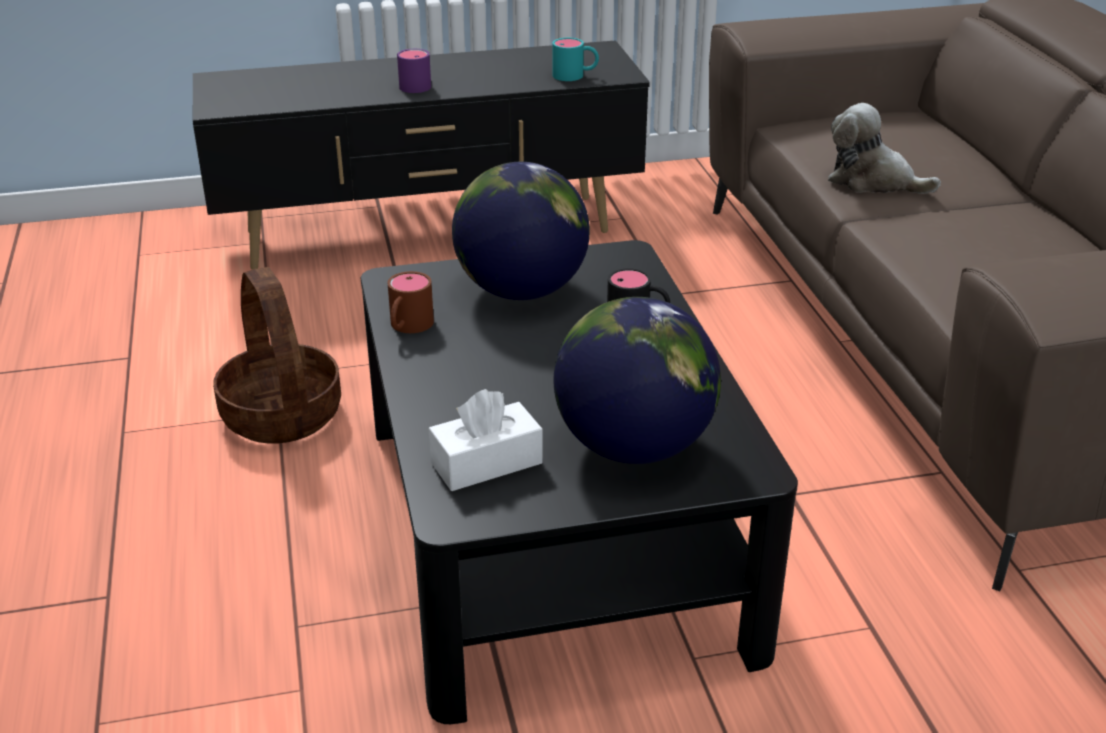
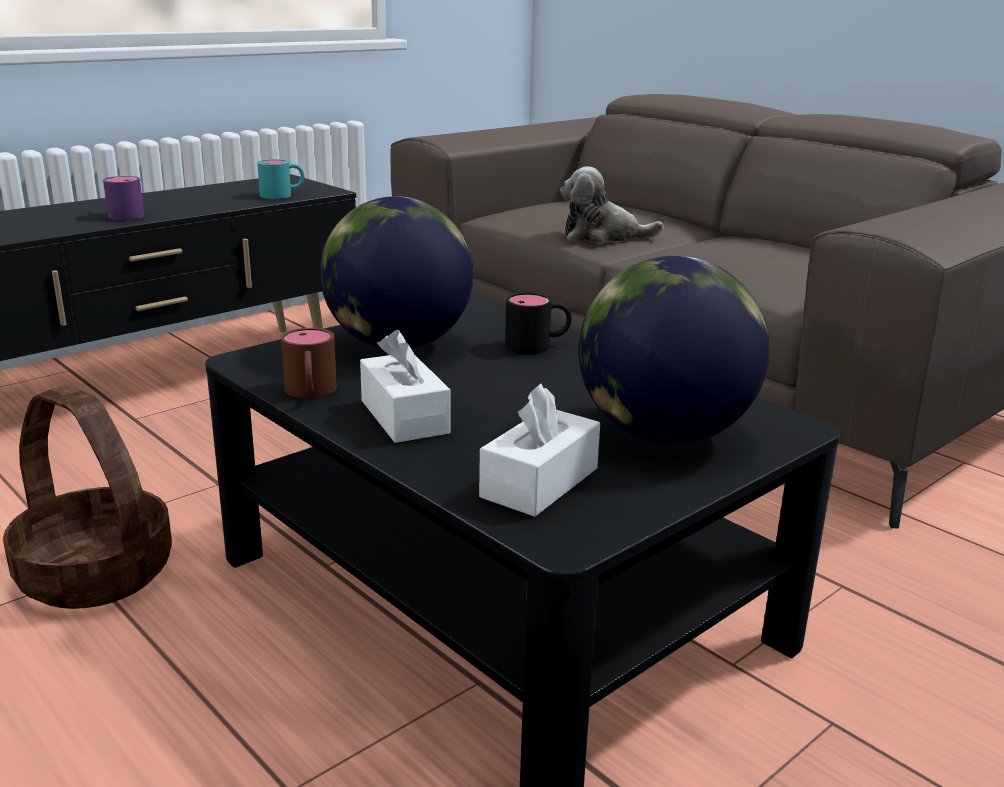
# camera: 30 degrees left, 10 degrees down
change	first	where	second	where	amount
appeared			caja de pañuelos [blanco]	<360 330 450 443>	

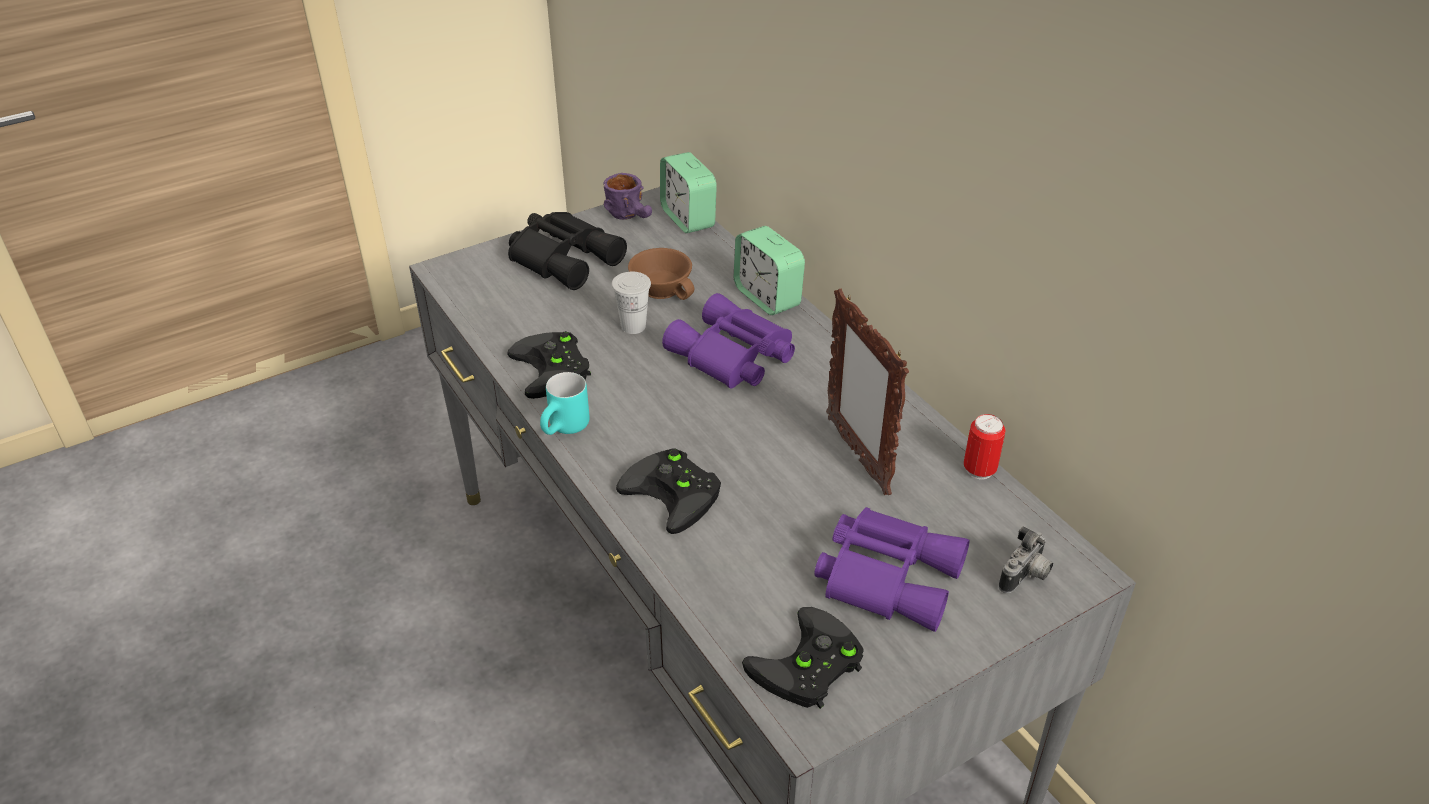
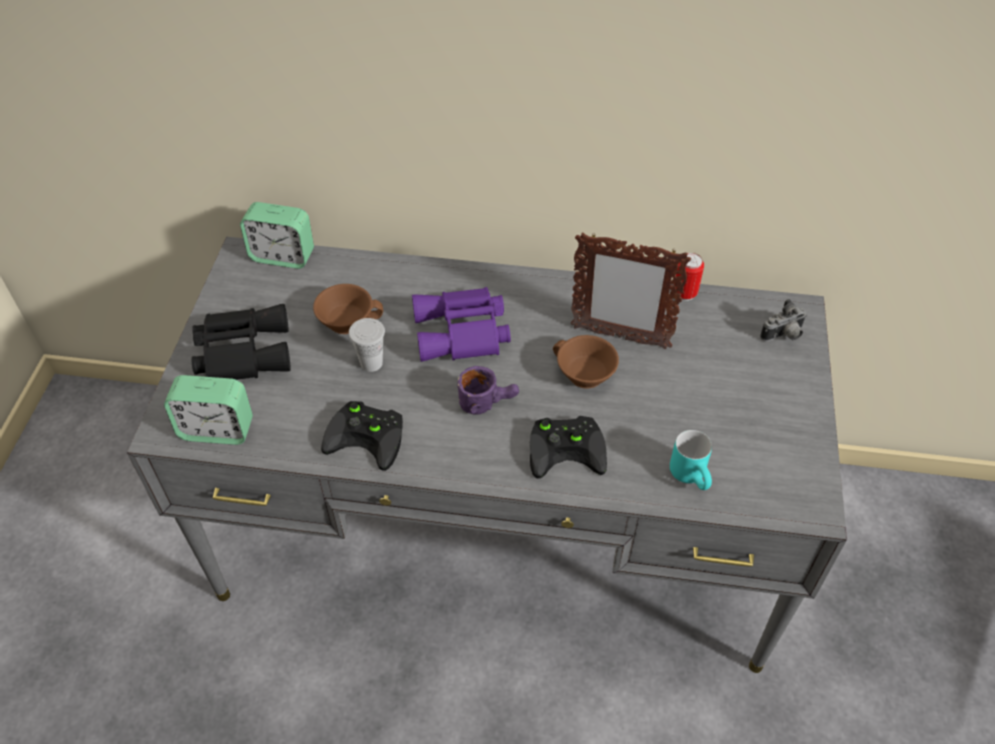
# camera: 50 degrees left, 10 degrees up
change	first	where	second	where	amount
relocated	taza grande [morado]	<604 173 652 220>		<457 366 519 415>	
relocated	despertador	<734 226 805 315>		<164 375 253 445>	
relocated	taza grande [turquesa]	<540 372 590 435>		<670 430 712 490>	
missing	prismáticos [morado]	<814 507 970 632>			
spun	cámara	<999 526 1053 593>		<760 299 807 341>	75 degrees clockwise
missing	mando de consola [negro]	<742 607 864 709>			
appeared			taza [marrón]	<553 335 619 389>	

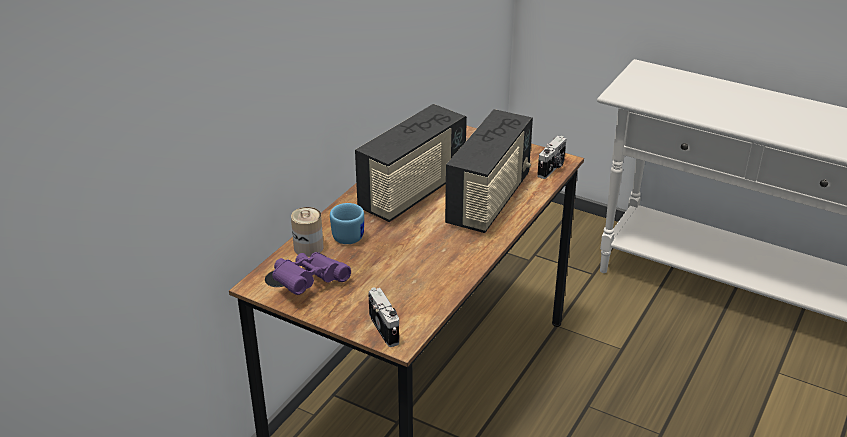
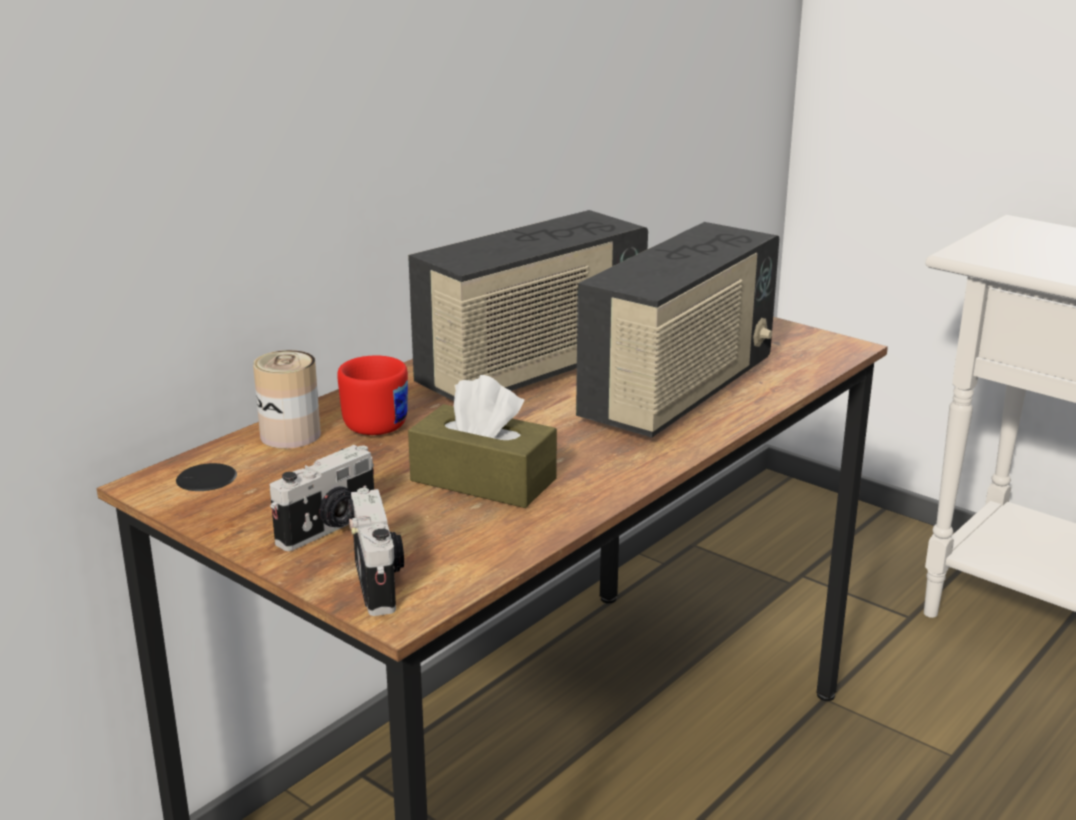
# camera: 10 degrees right, 10 degrees down
change	first	where	second	where	amount
relocated	cámara	<537 136 566 179>		<270 445 374 551>	
colour	taza grande [azul]	<330 203 364 244>	taza grande [rojo]	<337 355 408 435>	
missing	prismáticos [morado]	<272 252 351 295>			
appeared			caja de pañuelos [marrón]	<408 375 557 508>	

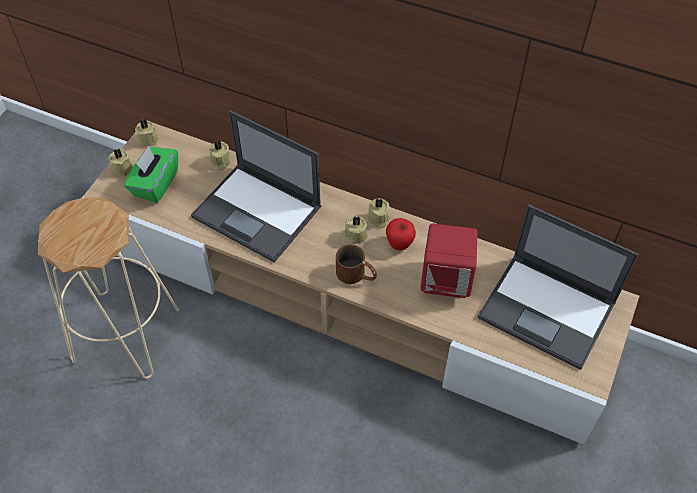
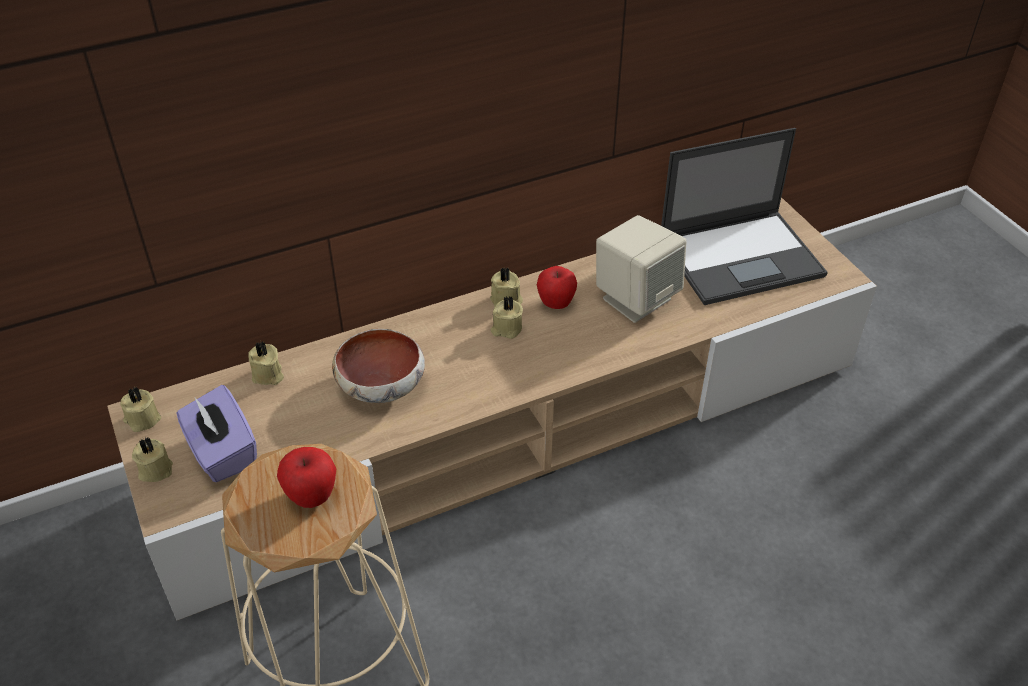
# camera: 50 degrees left, 10 degrees down
change	first	where	second	where	amount
exchanged	portátil	<191 111 321 263>	cuenco	<332 329 425 403>	
colour	caja de pañuelos [verde]	<124 146 178 203>	caja de pañuelos [morado]	<176 385 257 482>	
colour	altavoz [rojo]	<421 223 477 298>	altavoz [beis]	<596 215 687 323>	
missing	taza grande [marrón]	<336 244 377 284>			
appeared			manzana	<277 447 336 508>	

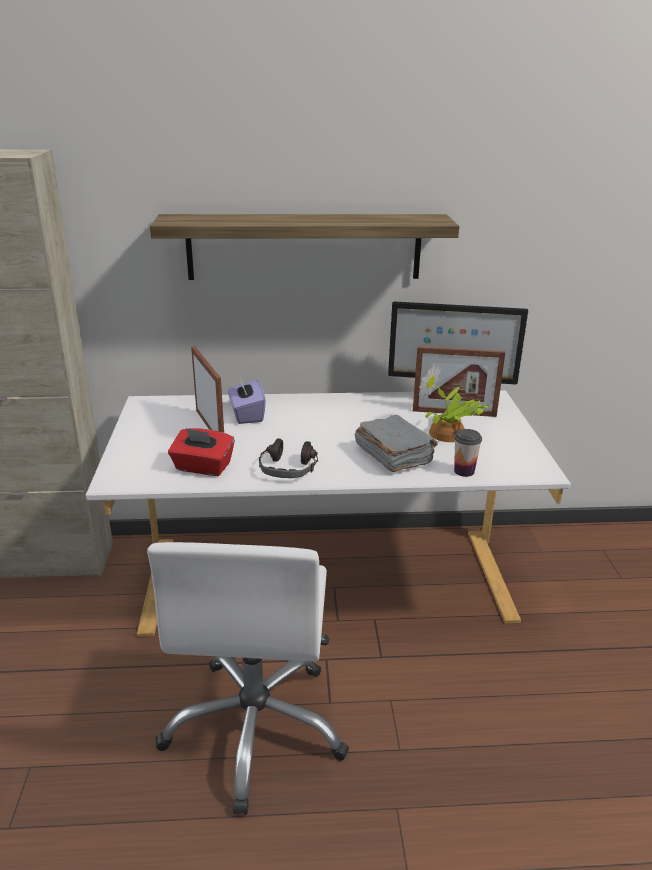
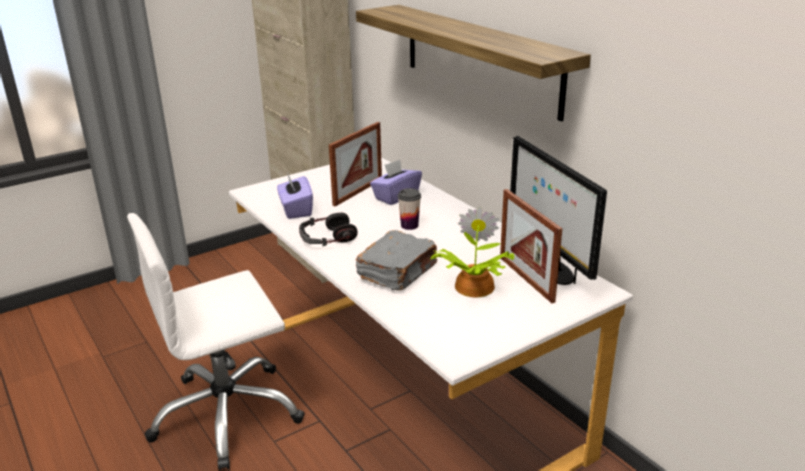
# camera: 60 degrees right, 0 degrees up
change	first	where	second	where	amount
colour	caja de pañuelos [rojo]	<168 428 235 476>	caja de pañuelos [morado]	<277 172 313 219>	
relocated	taza	<454 429 482 477>		<398 188 421 230>	

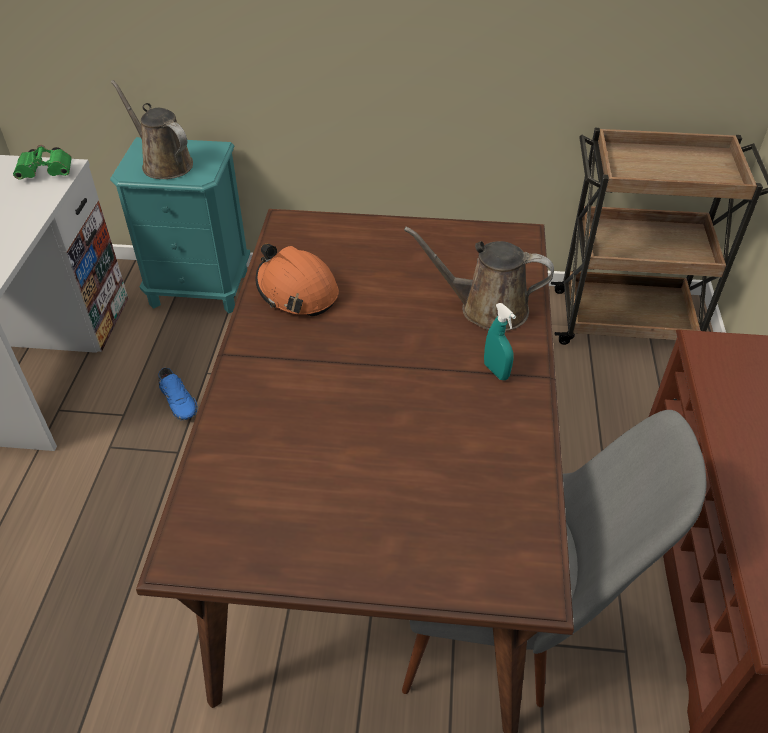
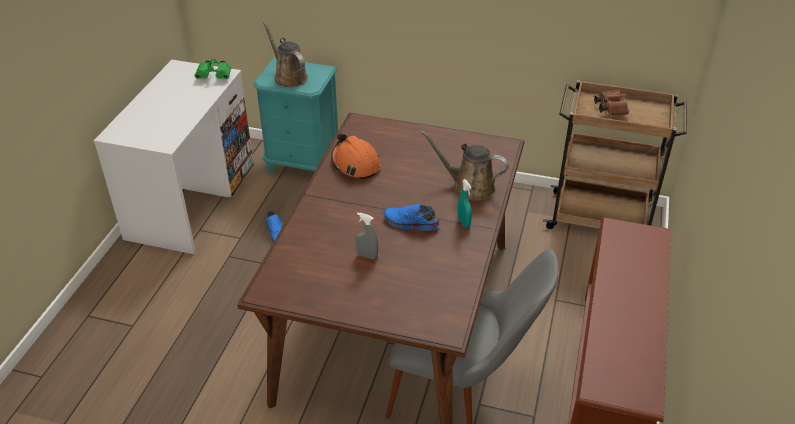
# camera: 10 degrees right, 5 degrees down
change	first	where	second	where	amount
appeared			prismáticos [marrón]	<594 90 629 115>	
appeared			zapato [azul]	<383 203 440 231>	
appeared			pulverizador [gris]	<355 213 378 259>	

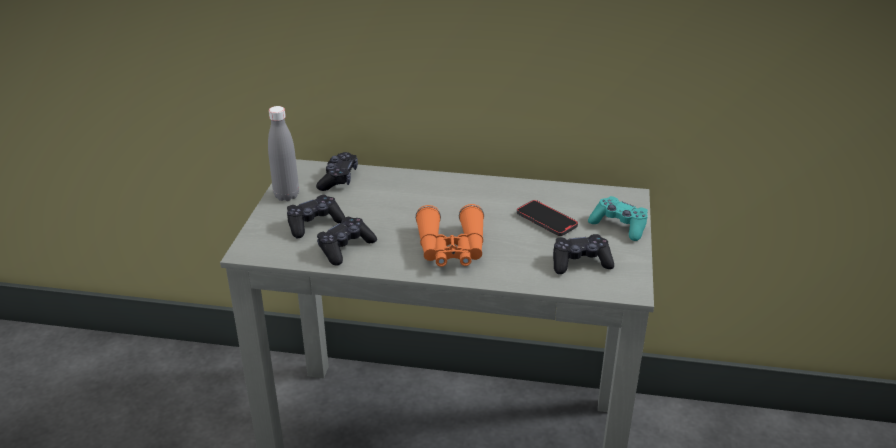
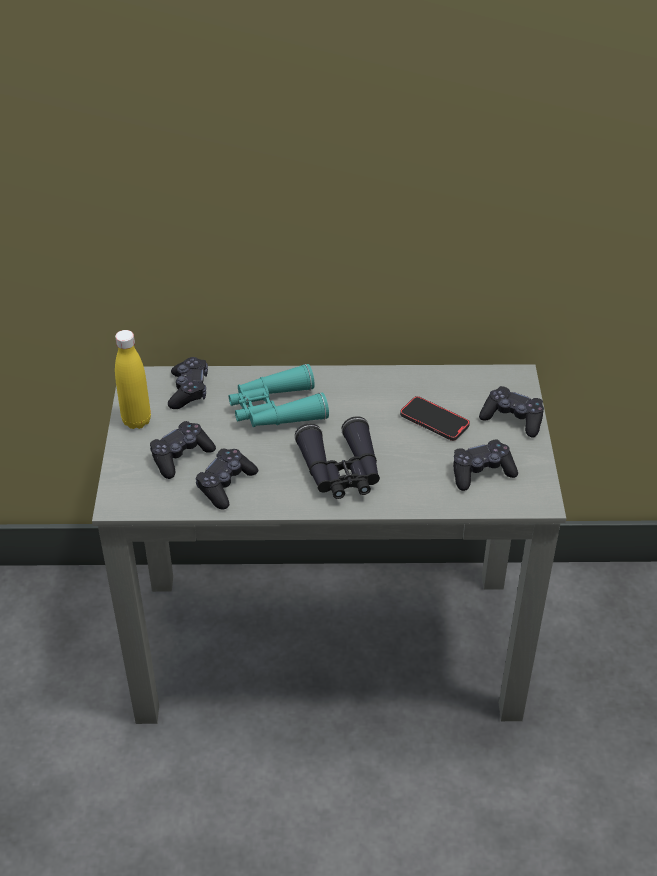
# camera: 10 degrees left, 10 degrees up
change	first	where	second	where	amount
colour	botella [gris]	<268 106 299 201>	botella [amarillo]	<115 330 151 429>	
colour	mando de consola [turquesa]	<588 196 648 241>	mando de consola [negro]	<479 386 544 438>	
colour	prismáticos [naranja]	<415 204 484 267>	prismáticos [negro]	<295 416 380 499>	
appeared			prismáticos [turquesa]	<229 364 329 427>	

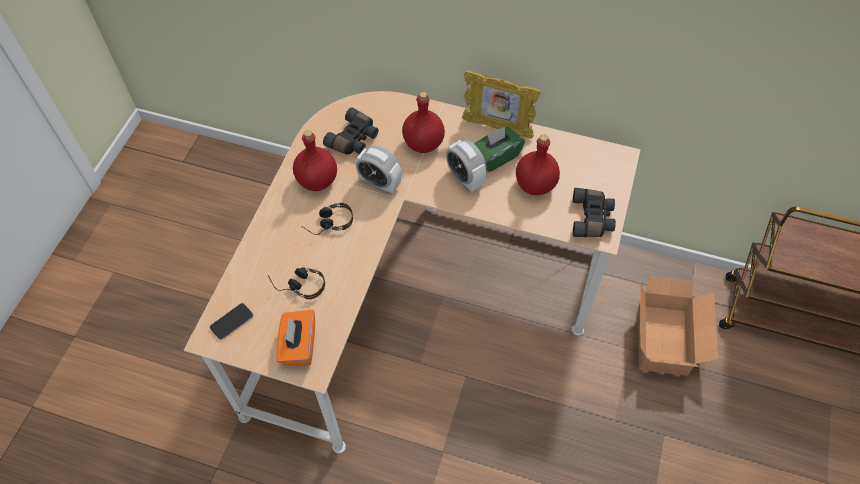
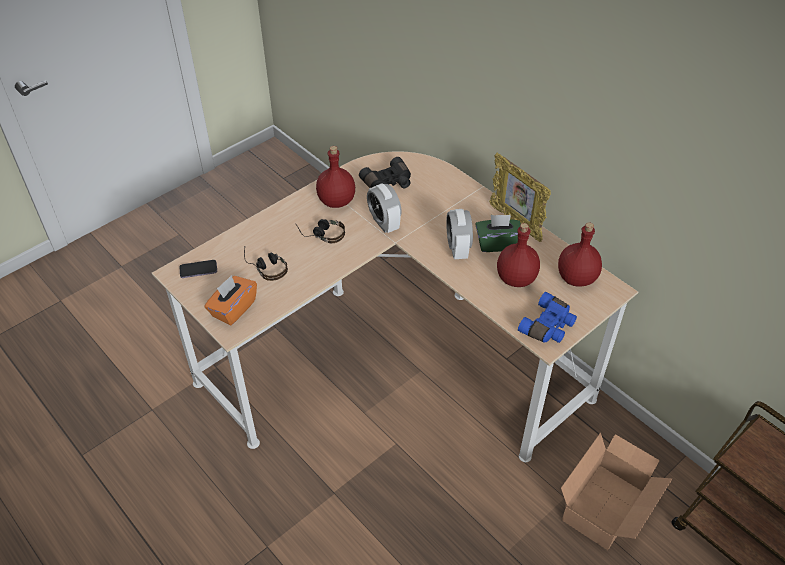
# camera: 30 degrees right, 10 degrees down
change	first	where	second	where	amount
relocated	botella [rojo]	<402 92 445 153>		<558 222 602 287>	
colour	prismáticos [negro]	<573 188 616 237>	prismáticos [azul]	<518 292 577 343>	

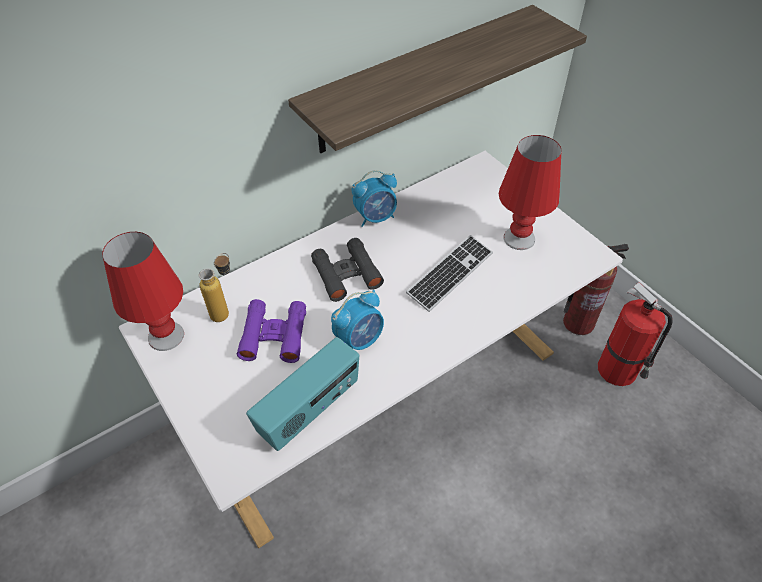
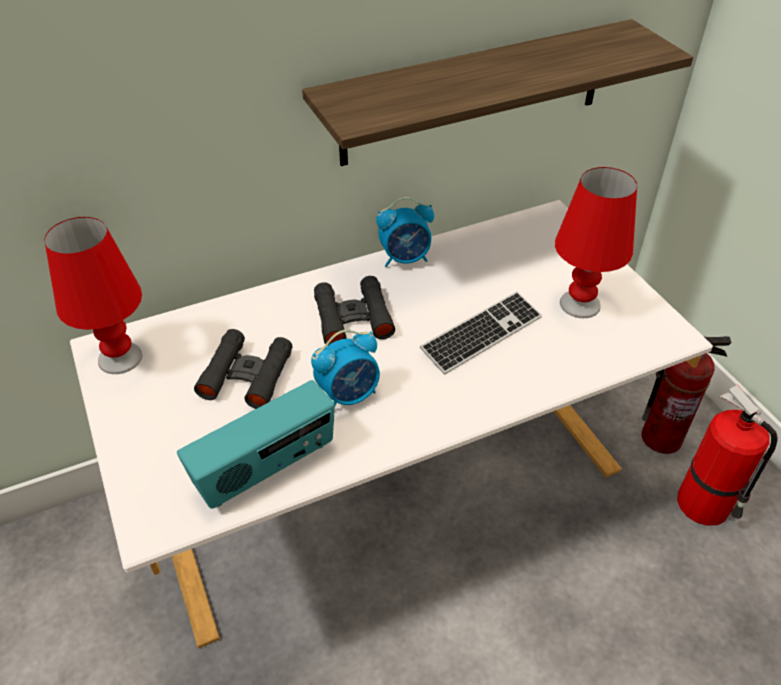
# camera: 10 degrees right, 5 degrees down
change	first	where	second	where	amount
missing	botella	<199 253 230 322>			
colour	prismáticos [morado]	<237 299 306 363>	prismáticos [negro]	<194 329 293 409>	

